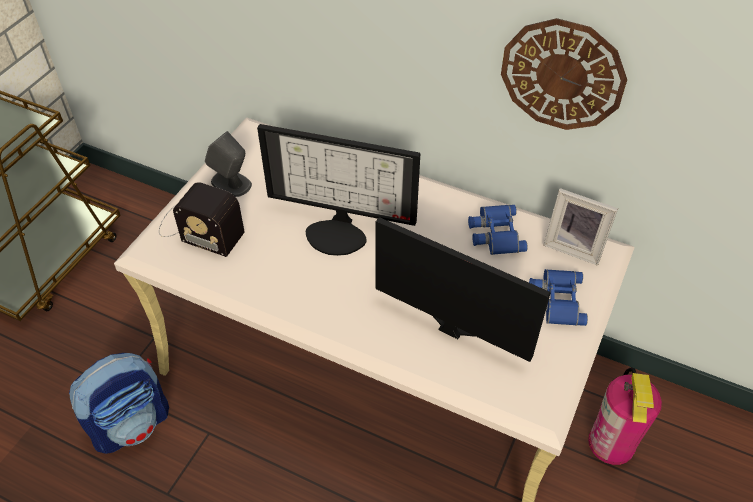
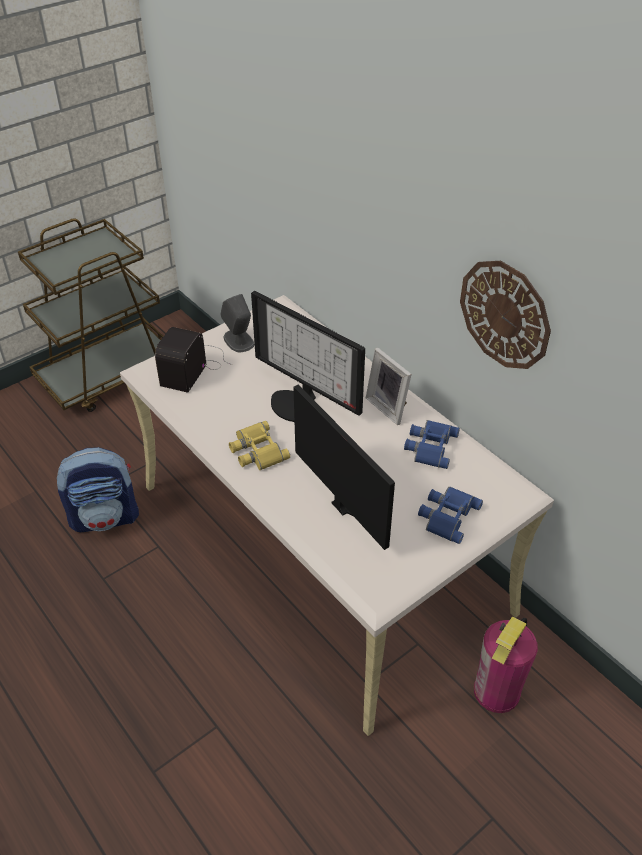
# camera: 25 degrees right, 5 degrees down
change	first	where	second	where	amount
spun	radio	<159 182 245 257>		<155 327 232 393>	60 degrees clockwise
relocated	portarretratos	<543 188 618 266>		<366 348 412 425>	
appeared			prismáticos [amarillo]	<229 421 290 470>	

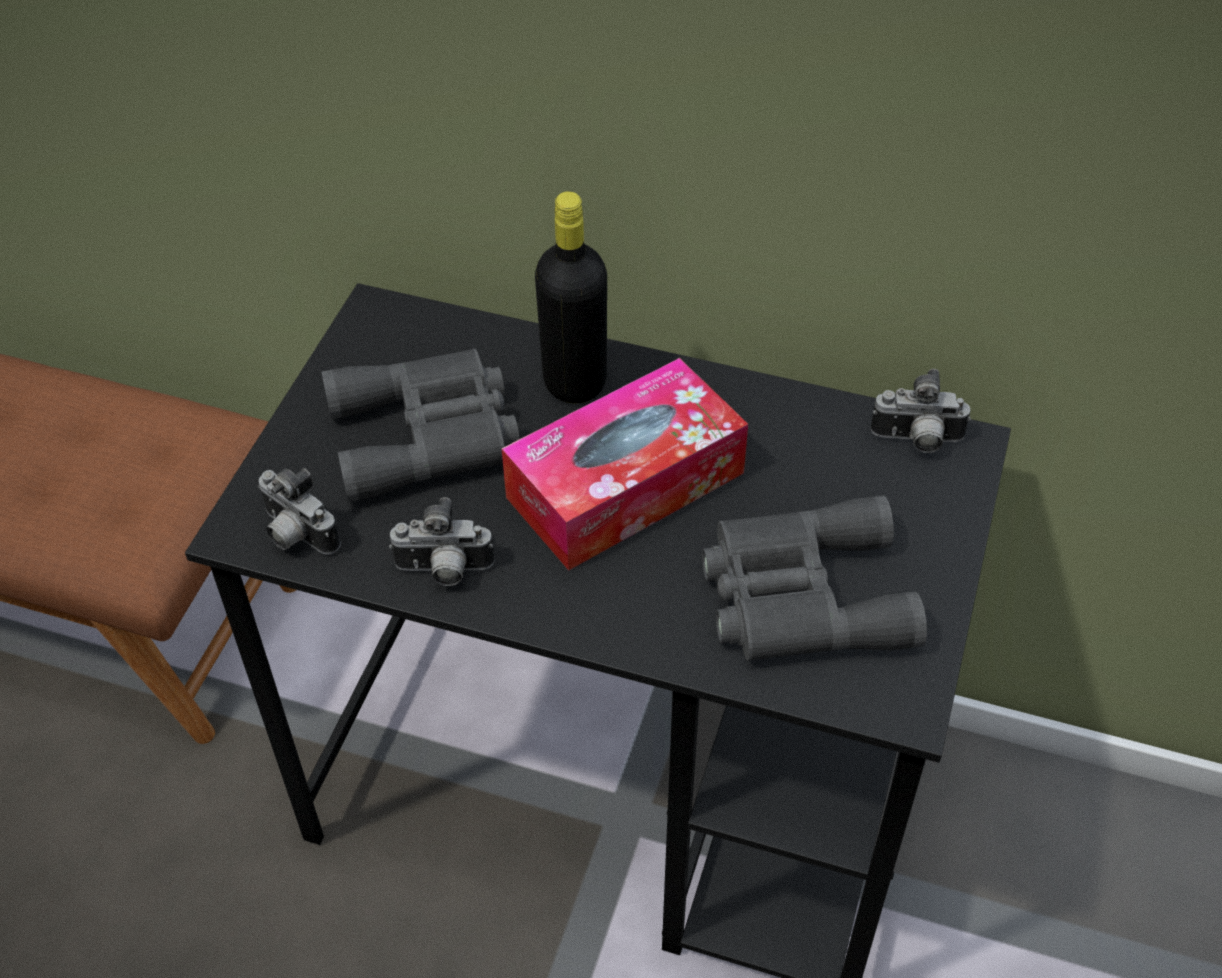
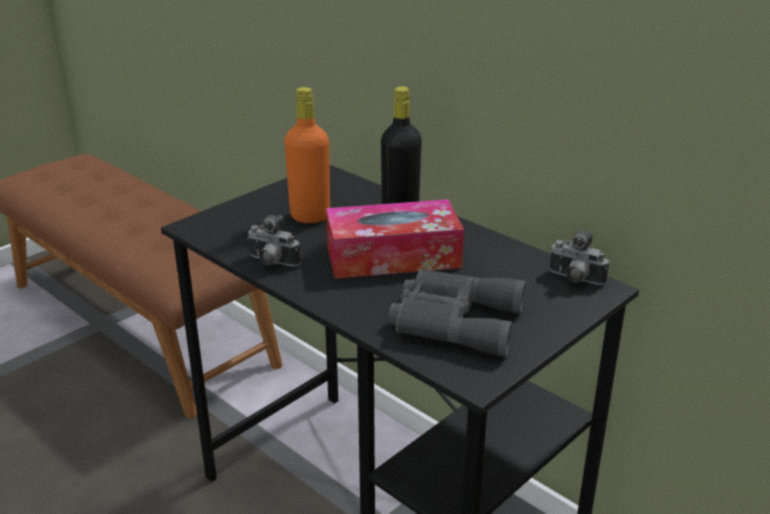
# camera: 25 degrees right, 20 degrees down
change	first	where	second	where	amount
exchanged	prismáticos [gris]	<322 349 520 502>	botella [naranja]	<284 87 330 223>	
missing	cámara	<258 468 341 555>			

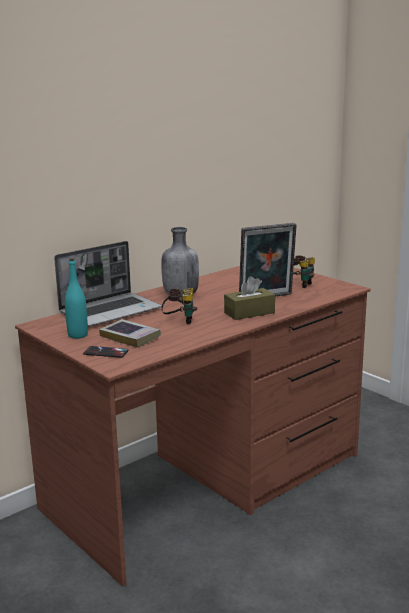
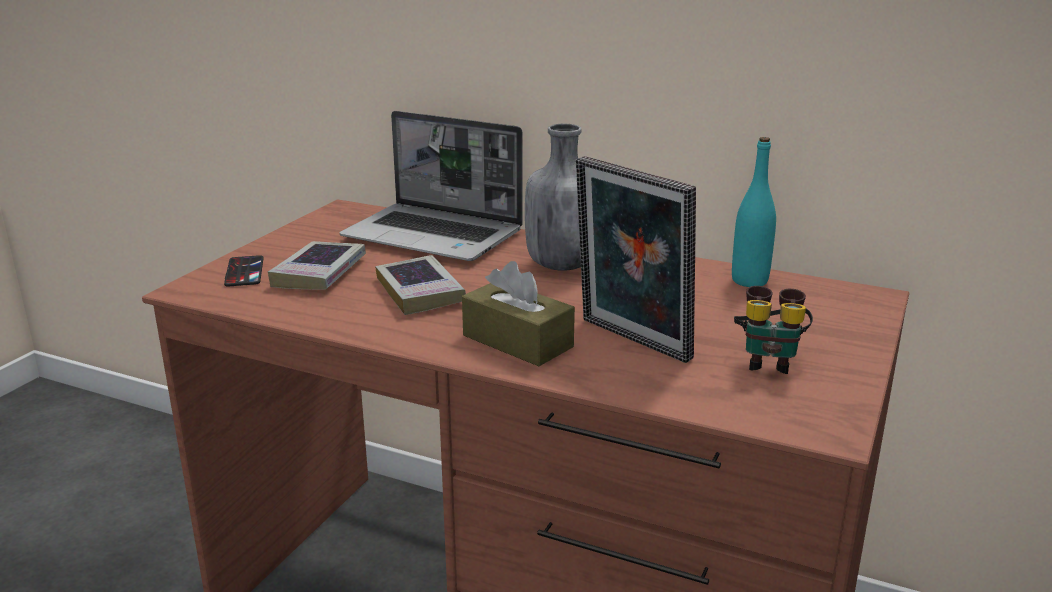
# camera: 65 degrees right, 5 degrees up
change	first	where	second	where	amount
relocated	botella [turquesa]	<65 258 88 339>		<732 137 776 287>	
exchanged	prismáticos	<161 288 197 325>	libro	<375 255 466 315>	

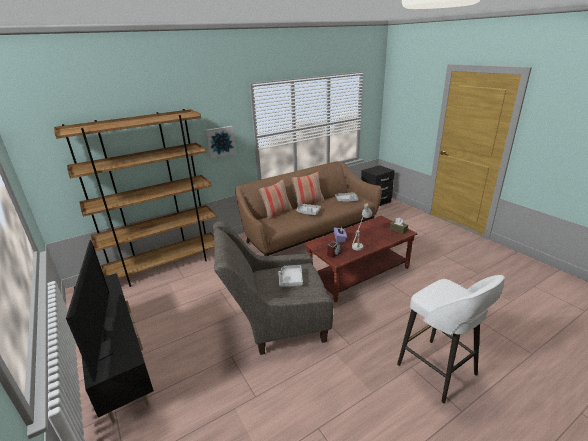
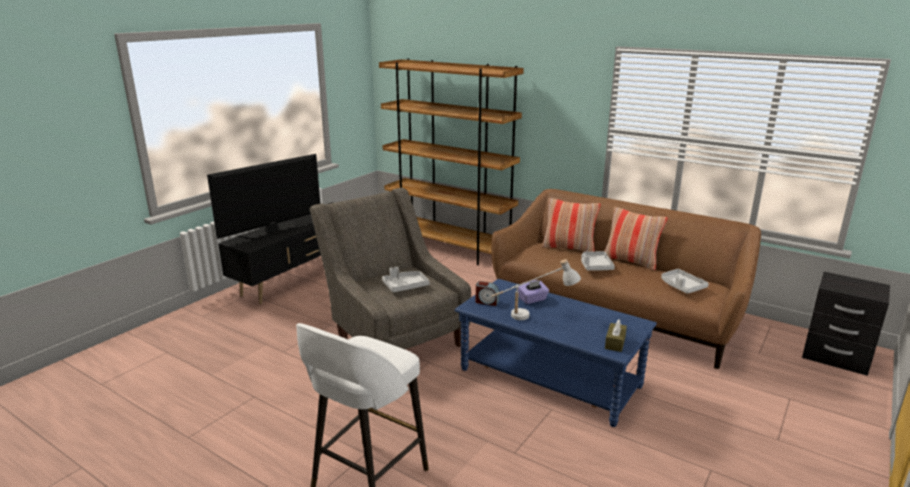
# camera: 65 degrees right, 5 degrees down
change	first	where	second	where	amount
missing	cuadro	<205 126 236 158>			
colour	mesa de centro [marrón]	<304 216 417 302>	mesa de centro [azul]	<455 279 657 427>	

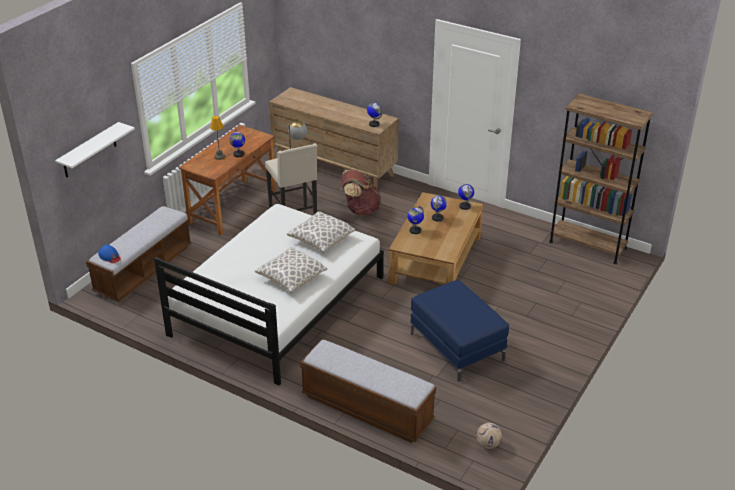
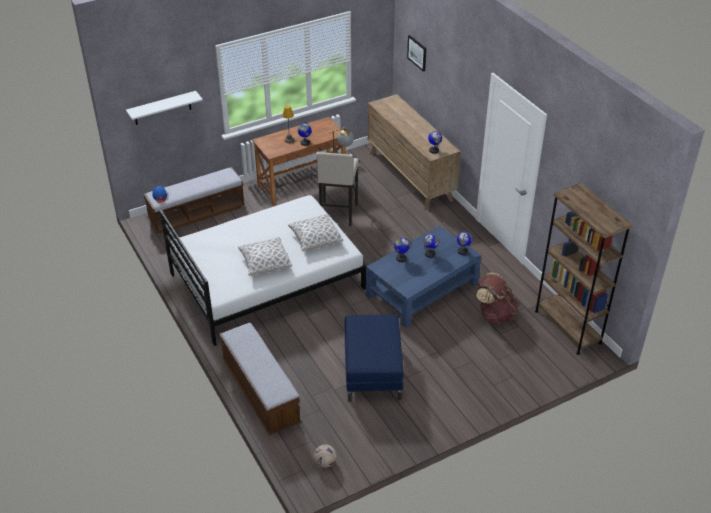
# camera: 30 degrees right, 5 degrees up
change	first	where	second	where	amount
relocated	mochila [marrón]	<341 170 381 215>		<476 273 519 324>	
colour	mesa de centro [marrón]	<388 192 483 285>	mesa de centro [azul]	<366 226 481 328>	
appeared			cuadro	<407 35 426 72>	

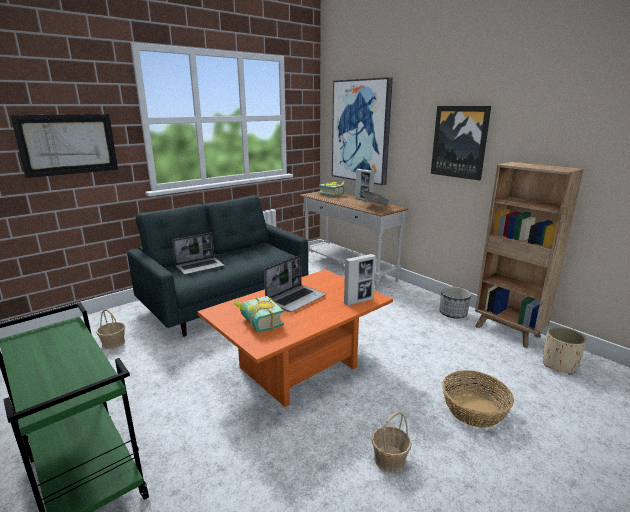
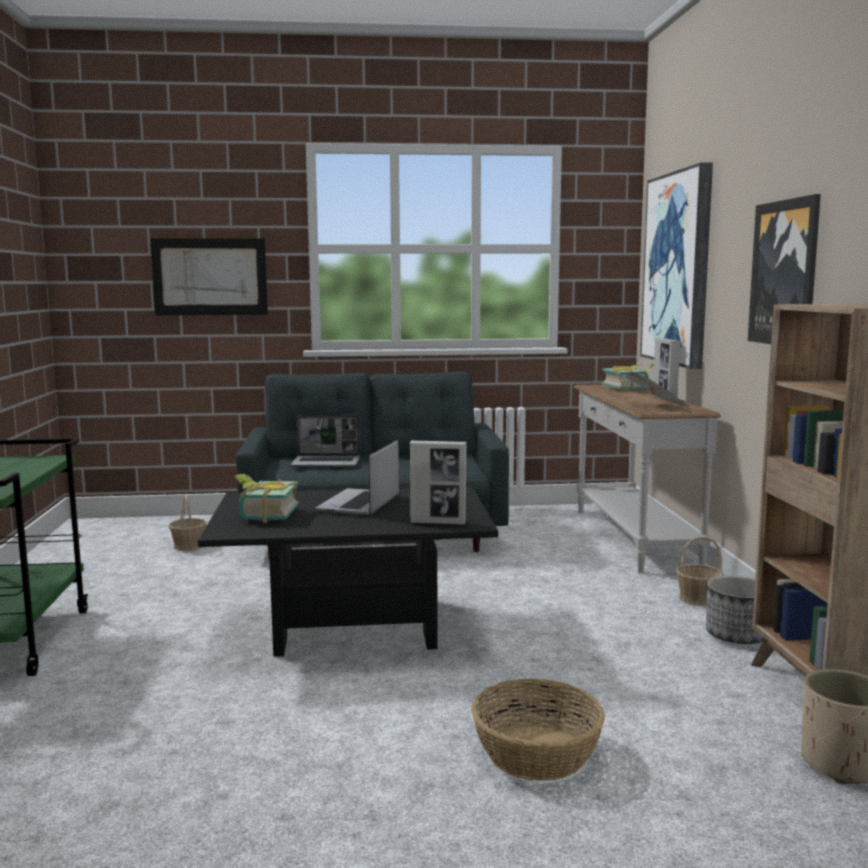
# camera: 35 degrees right, 10 degrees down
change	first	where	second	where	amount
spun	portátil	<264 255 326 312>		<315 440 399 516>	120 degrees clockwise
colour	mesa de centro [naranja]	<197 270 393 407>	mesa de centro [negro]	<198 486 498 657>	
relocated	cesta	<372 411 411 473>		<676 536 723 606>	

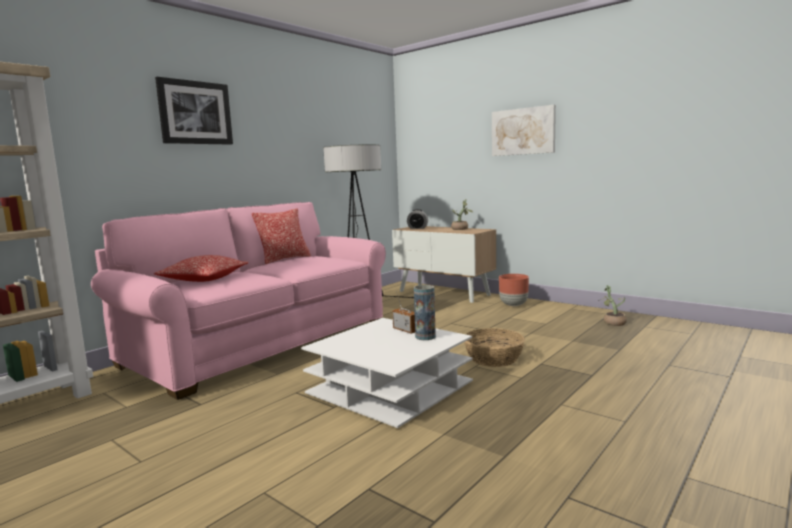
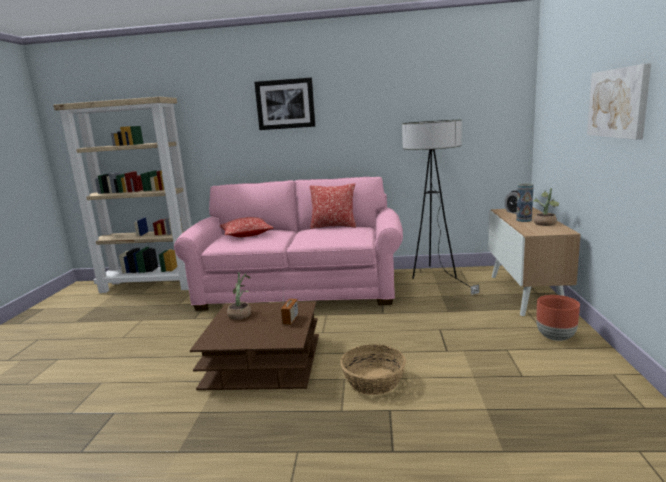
# camera: 55 degrees right, 5 degrees up
change	first	where	second	where	amount
relocated	florero	<414 285 436 340>		<516 184 534 222>	
relocated	planta en maceta	<598 285 627 326>		<227 272 251 320>	
colour	mesa de centro [blanco]	<301 318 473 428>	mesa de centro [marrón]	<190 302 319 390>	

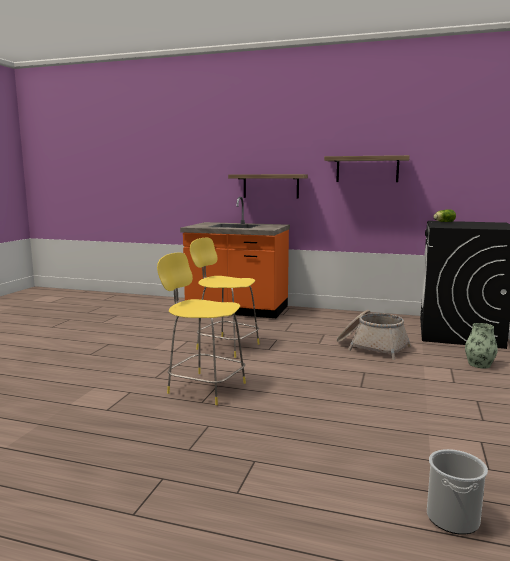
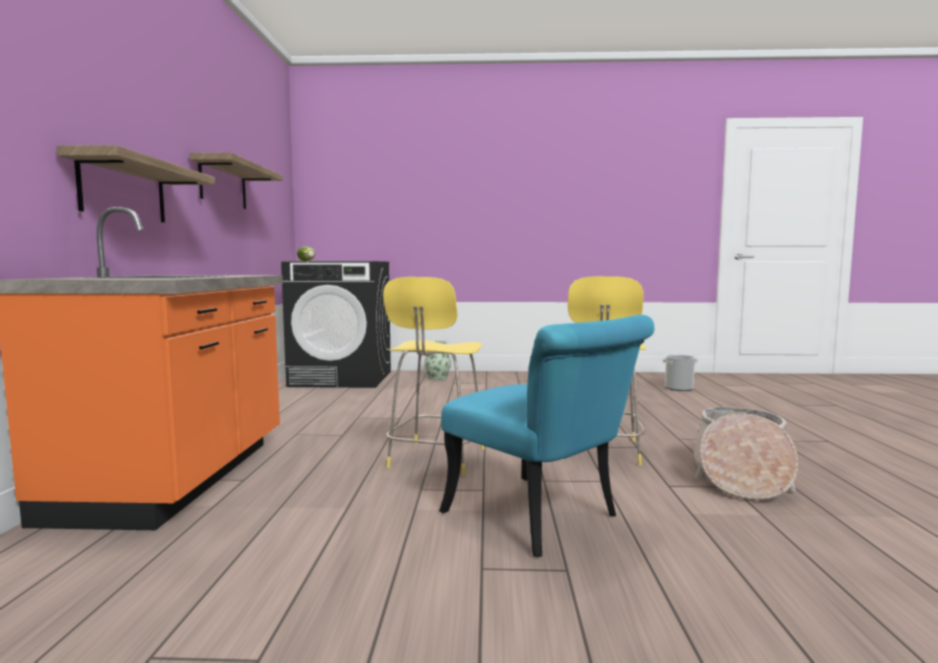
# camera: 105 degrees left, 5 degrees down
change	first	where	second	where	amount
relocated	cesta	<337 310 411 360>		<693 407 798 500>	
appeared			silla [turquesa]	<439 315 655 557>	

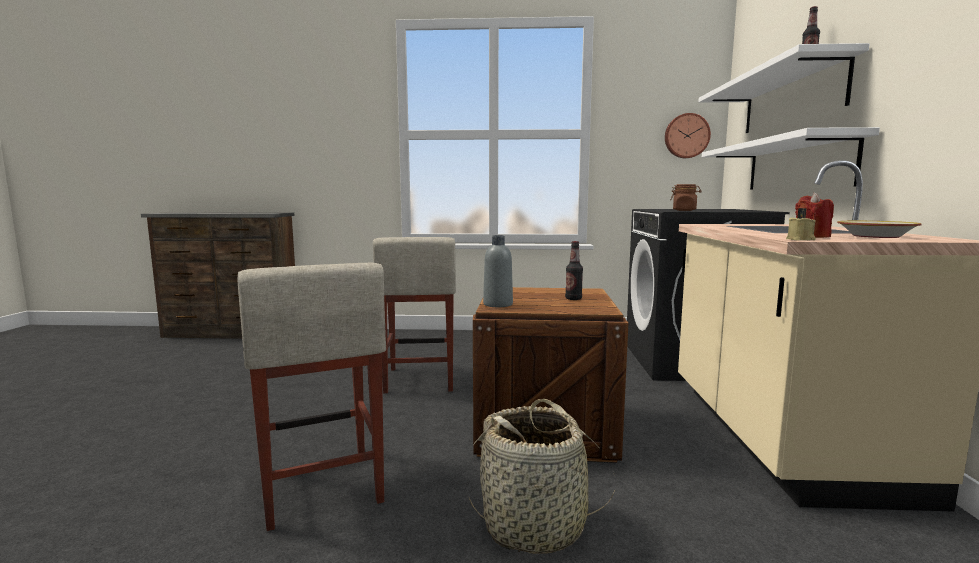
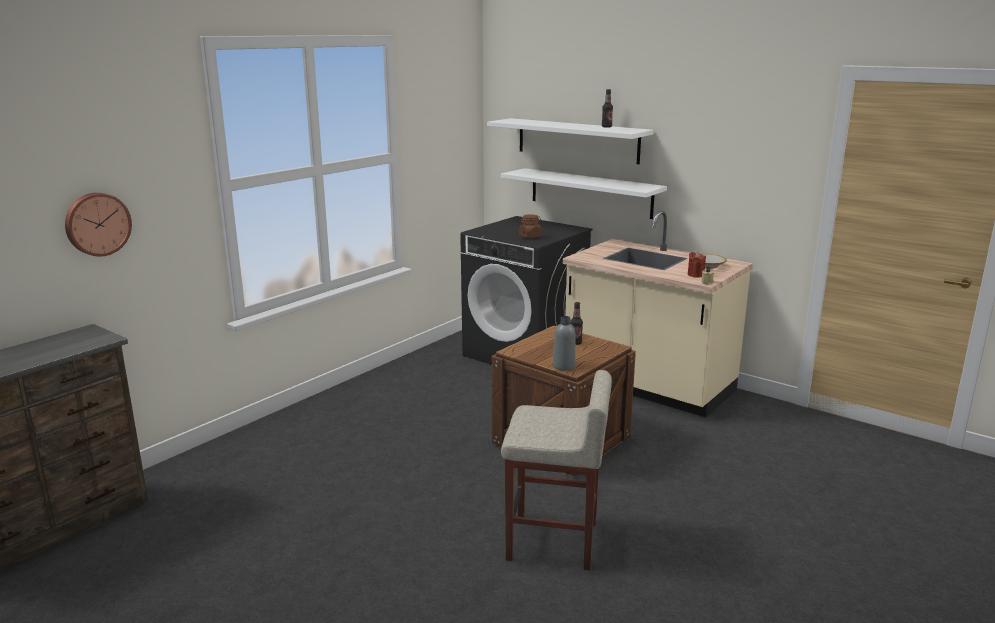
# camera: 55 degrees left, 10 degrees up
change	first	where	second	where	amount
relocated	reloj de pared	<665 113 711 158>		<65 193 132 256>	
missing	taburete [beis]	<373 237 456 393>			
missing	cesta	<468 399 615 554>			

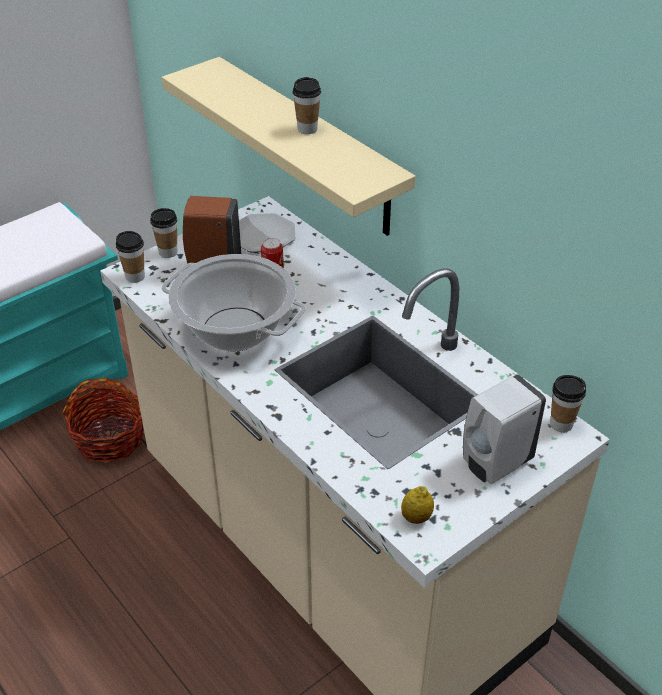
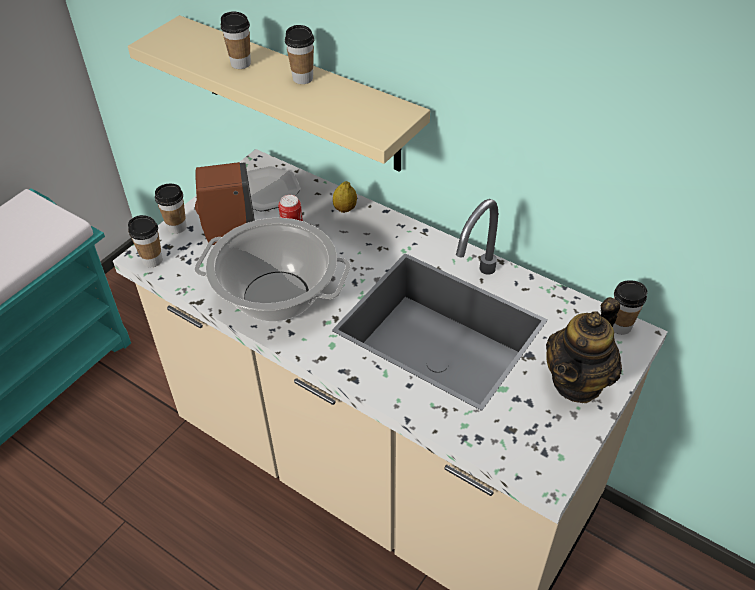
# camera: 15 degrees left, 5 degrees up
change	first	where	second	where	amount
exchanged	dispensador de jabón [blanco]	<463 375 546 484>	tetera	<546 297 622 403>	
missing	cesta	<62 378 144 463>			
relocated	limón	<401 486 434 524>		<333 181 357 213>	
appeared			taza	<221 11 251 69>	

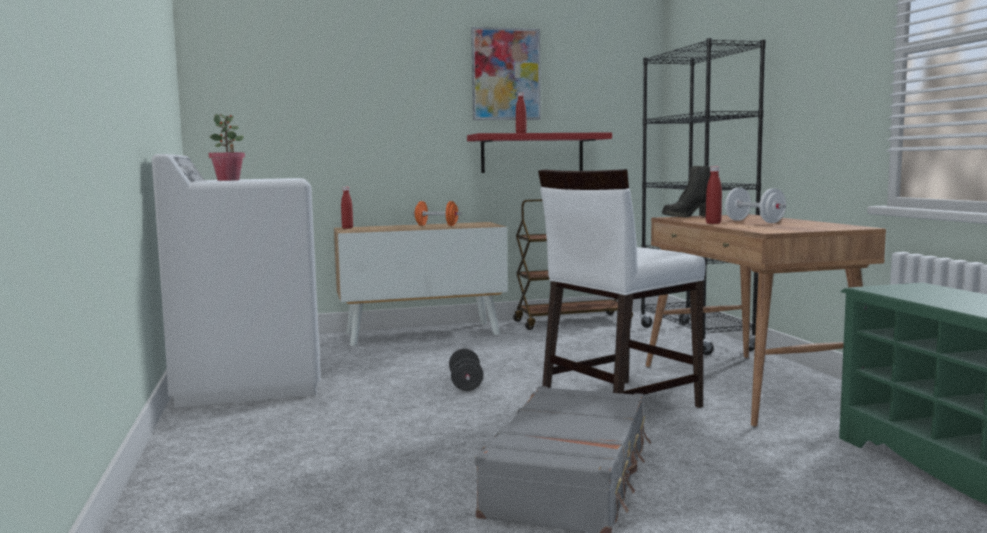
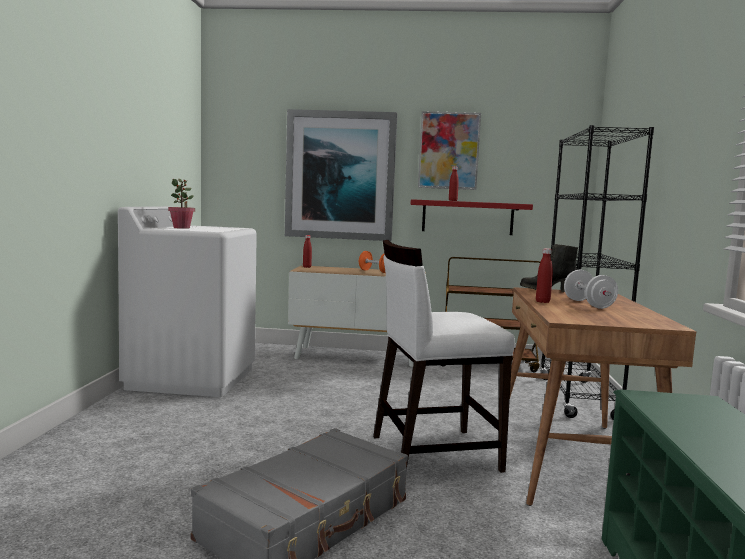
# camera: 20 degrees right, 0 degrees up
change	first	where	second	where	amount
missing	mancuerna [negro]	<449 348 483 391>			
appeared			cuadro	<285 109 397 241>	

